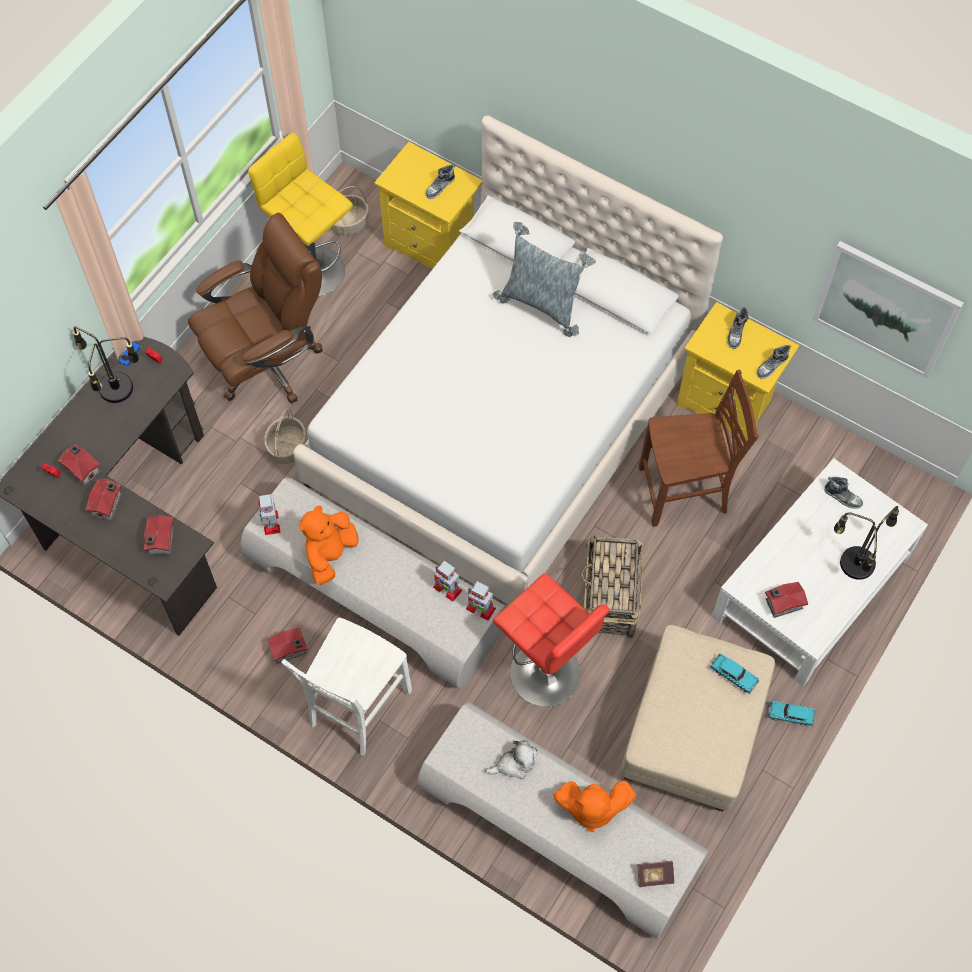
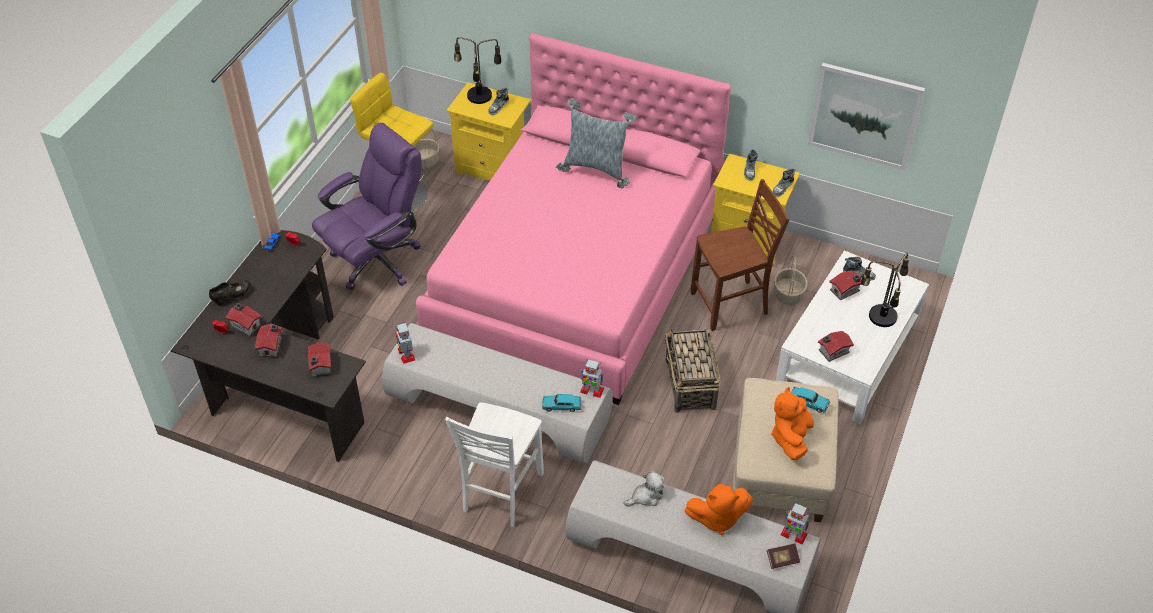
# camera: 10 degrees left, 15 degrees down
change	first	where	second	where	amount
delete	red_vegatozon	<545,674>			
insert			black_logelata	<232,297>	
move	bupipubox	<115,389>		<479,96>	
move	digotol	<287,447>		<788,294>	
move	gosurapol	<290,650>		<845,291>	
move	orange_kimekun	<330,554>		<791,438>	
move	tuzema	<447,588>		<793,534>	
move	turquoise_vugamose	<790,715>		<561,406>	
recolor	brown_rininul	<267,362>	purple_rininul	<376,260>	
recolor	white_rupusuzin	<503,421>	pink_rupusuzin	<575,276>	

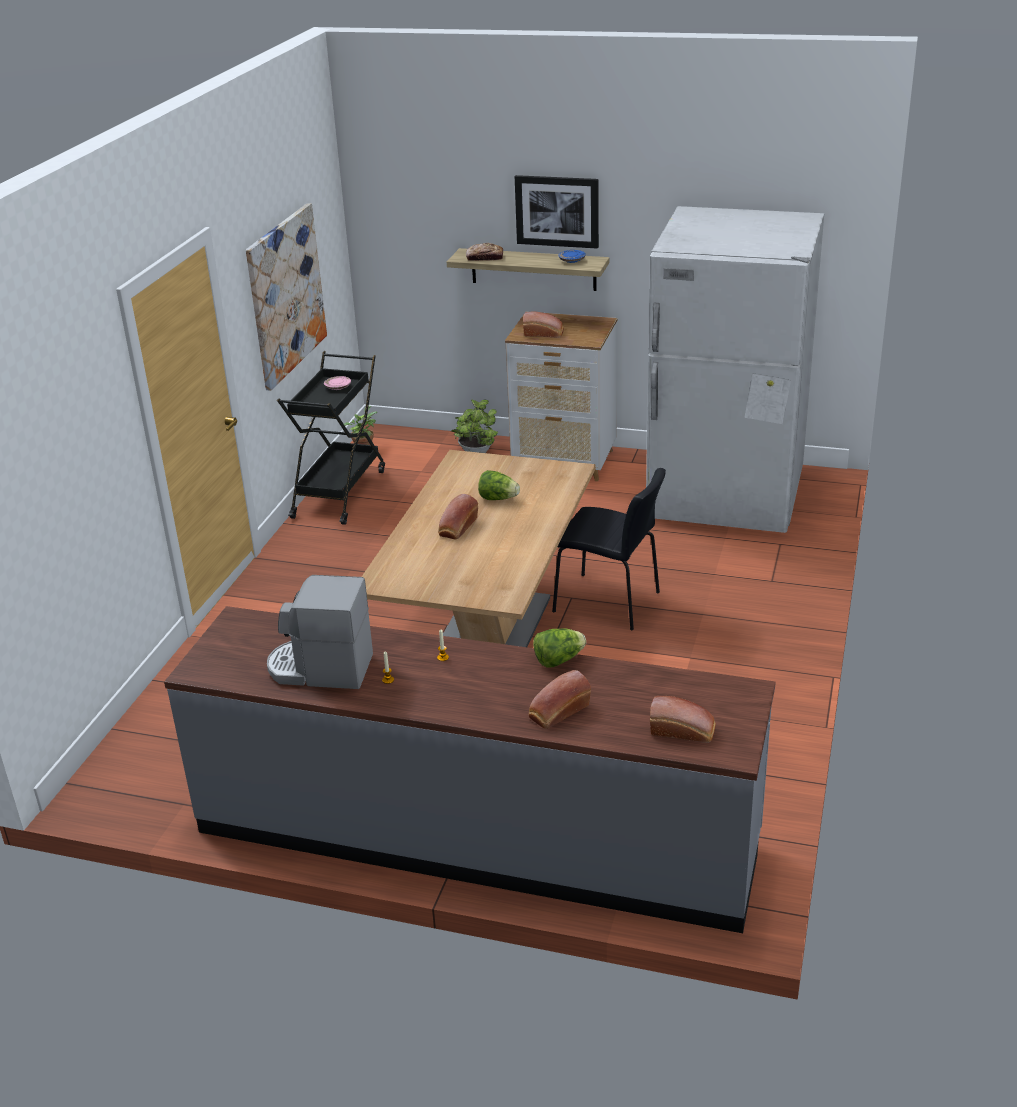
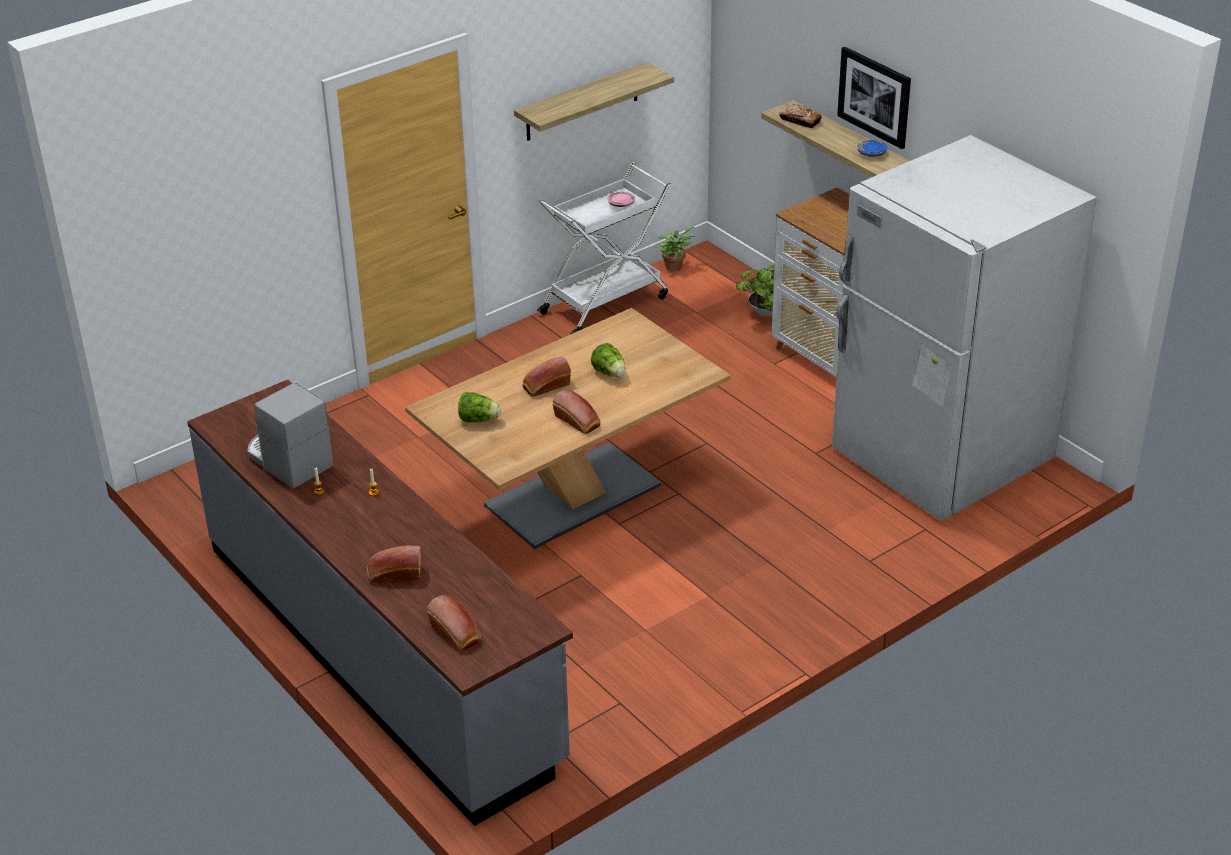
# camera: 35 degrees right, 5 degrees up
change	first	where	second	where	amount
delete	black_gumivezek	<610,602>			
move	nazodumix	<544,334>		<578,421>	
move	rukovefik	<558,660>		<478,419>	
replace	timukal	<286,295>	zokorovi	<582,102>	
recolor	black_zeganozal	<340,493>	white_zeganozal	<605,306>	

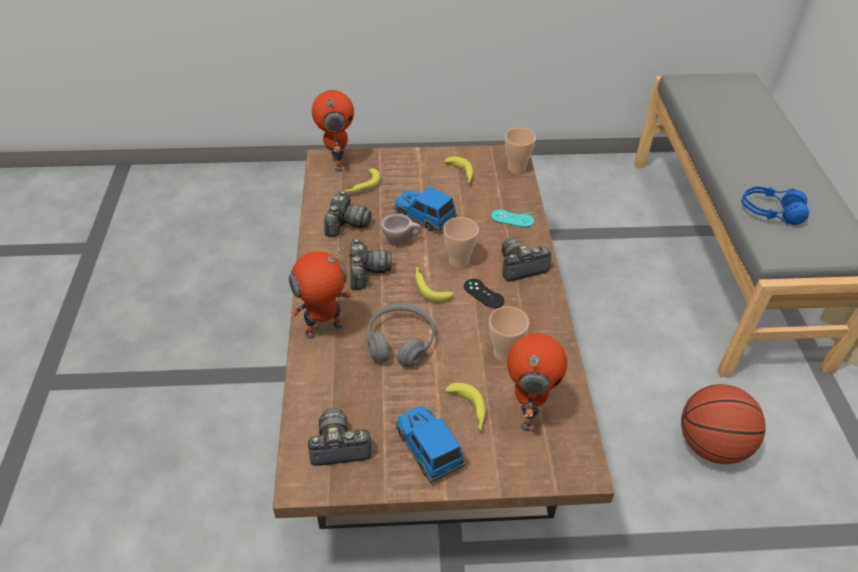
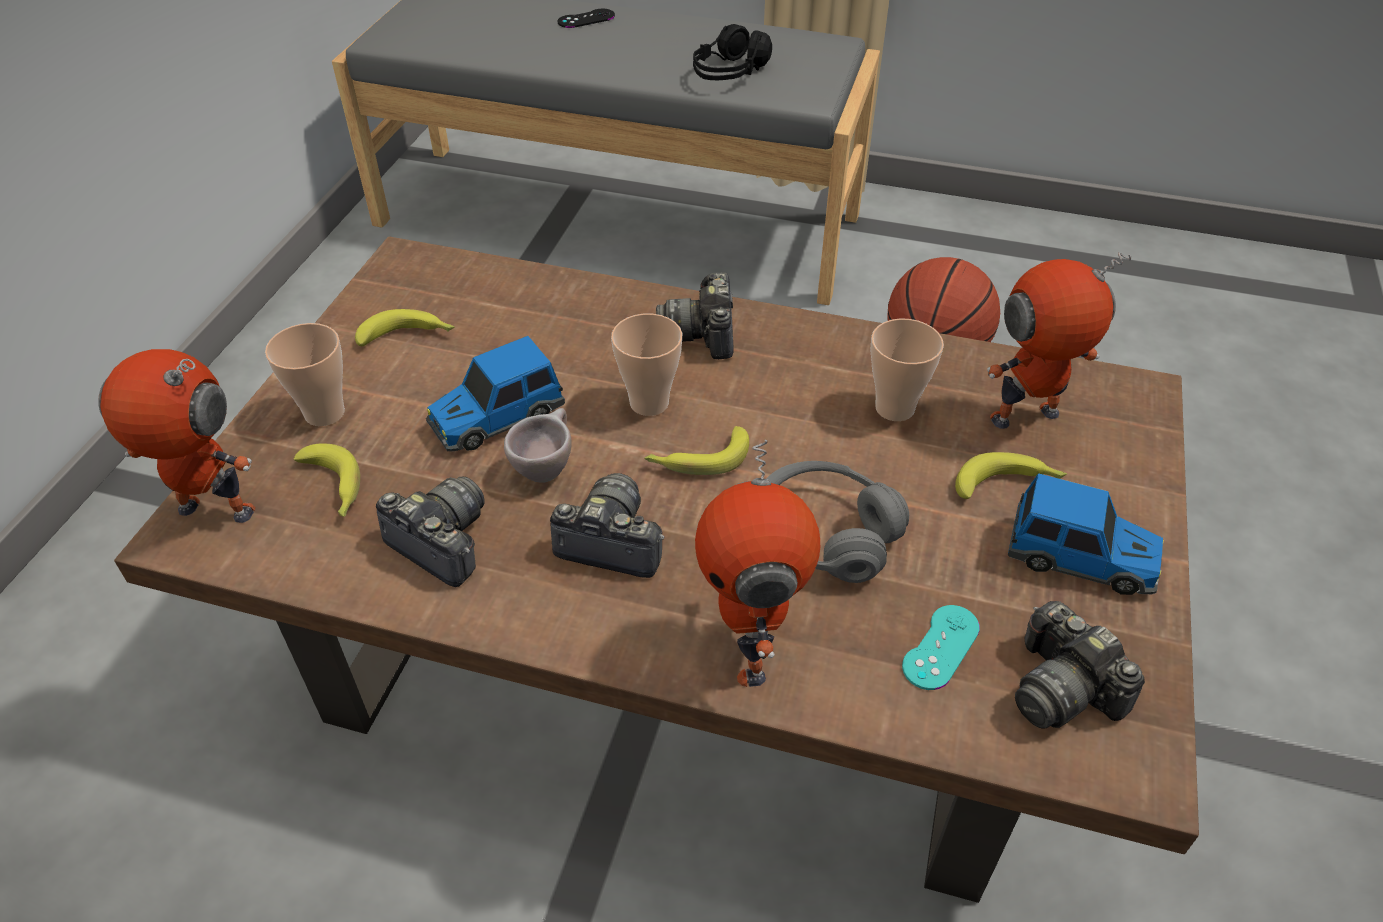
# camera: 70 degrees left, 0 degrees up
change	first	where	second	where	amount
move	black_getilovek	<483,294>		<586,19>	
move	turquoise_getilovek	<512,218>		<940,647>	
move	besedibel	<516,168>		<324,413>	
recolor	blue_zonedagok	<770,213>	black_zonedagok	<729,73>	
rotate	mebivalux	<339,446>		<1062,688>	45 degrees counterclockwise
rotate	vugamose	<428,448>		<1081,558>	150 degrees counterclockwise
rotate	tuzema	<527,413>		<1026,419>	45 degrees counterclockwise

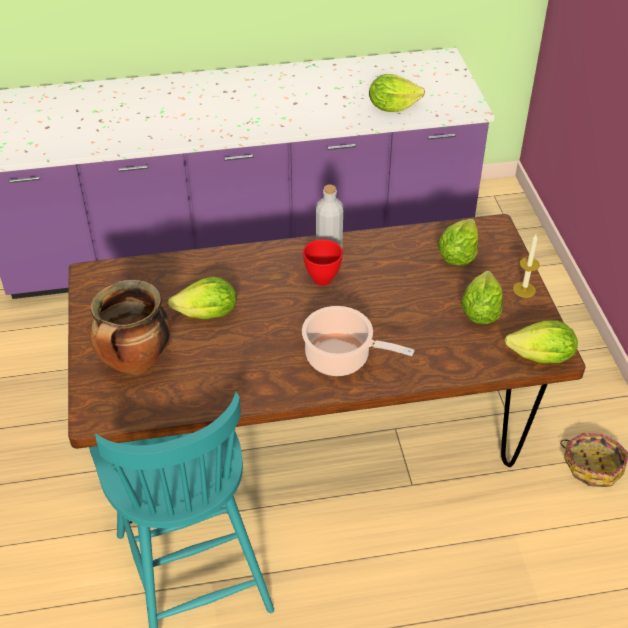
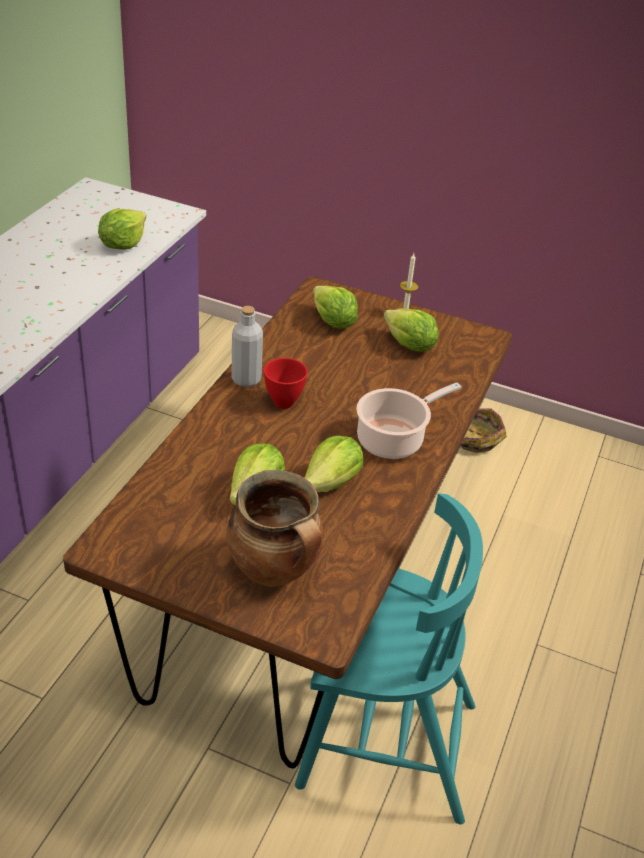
# camera: 60 degrees left, 5 degrees down
change	first	where	second	where	amount
move	rukovefik	<541,358>		<332,482>	

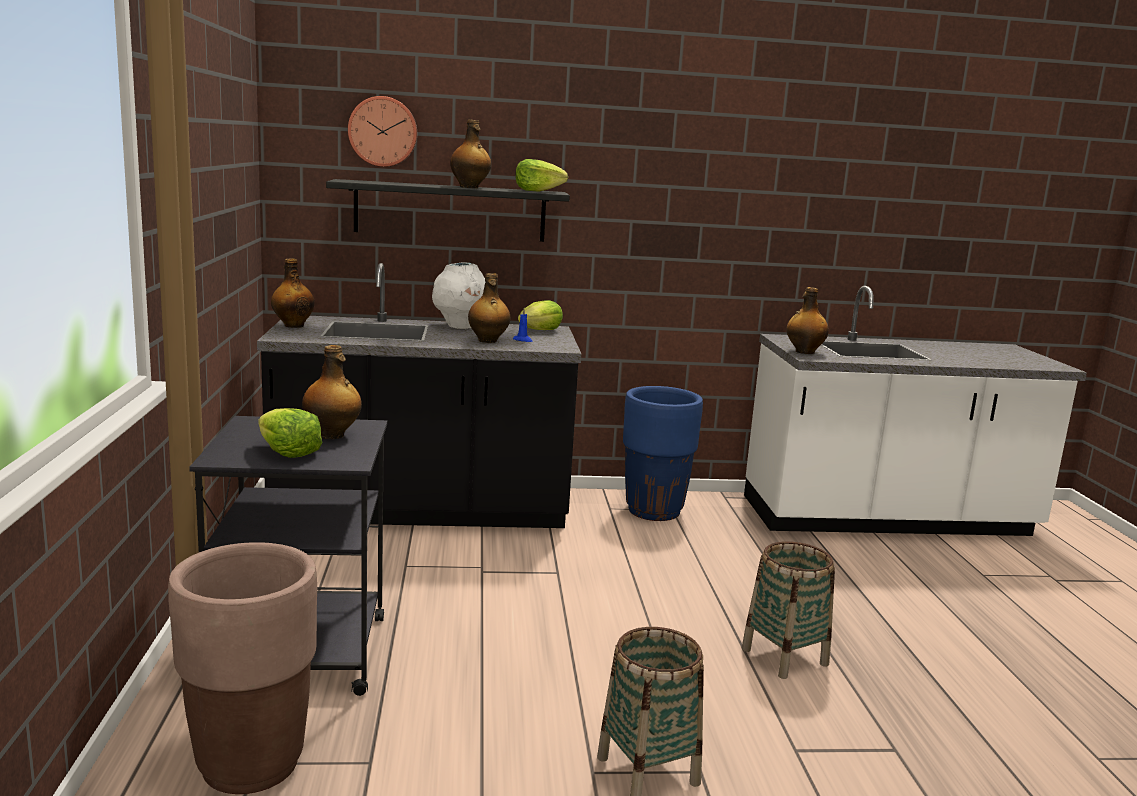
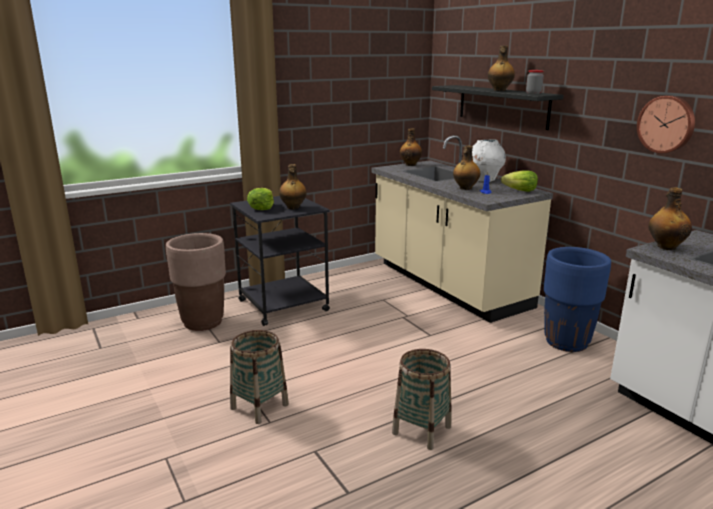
# camera: 65 degrees right, 5 degrees up
change	first	where	second	where	amount
move	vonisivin	<383,131>		<666,124>	
replace	rukovefik	<537,191>	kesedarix	<533,93>	
recolor	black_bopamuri	<422,511>	beige_bopamuri	<447,285>	

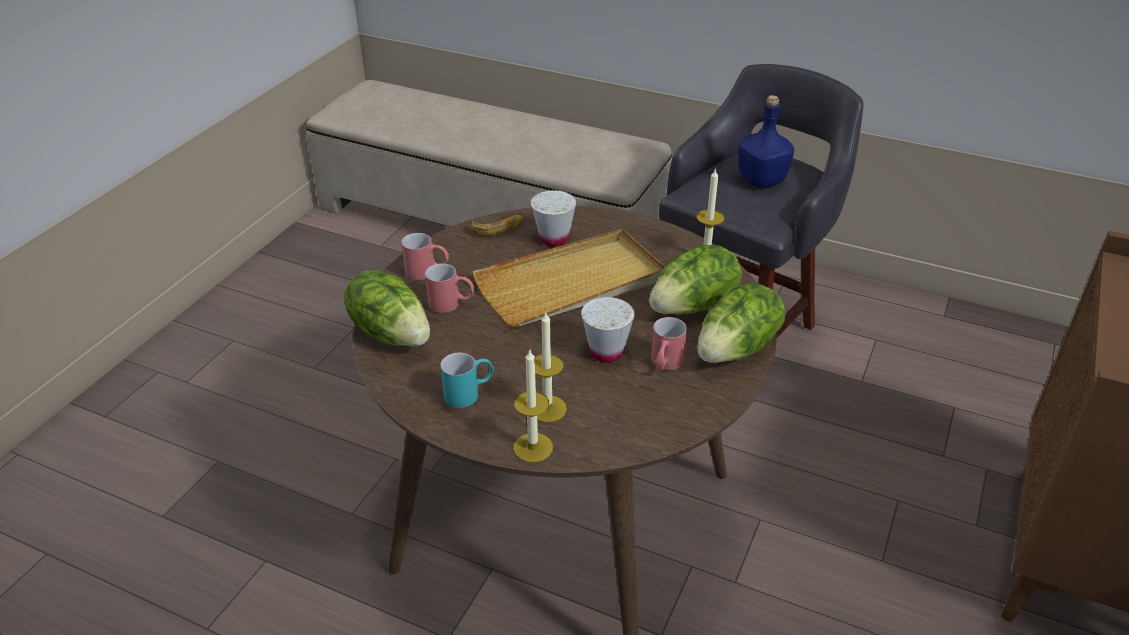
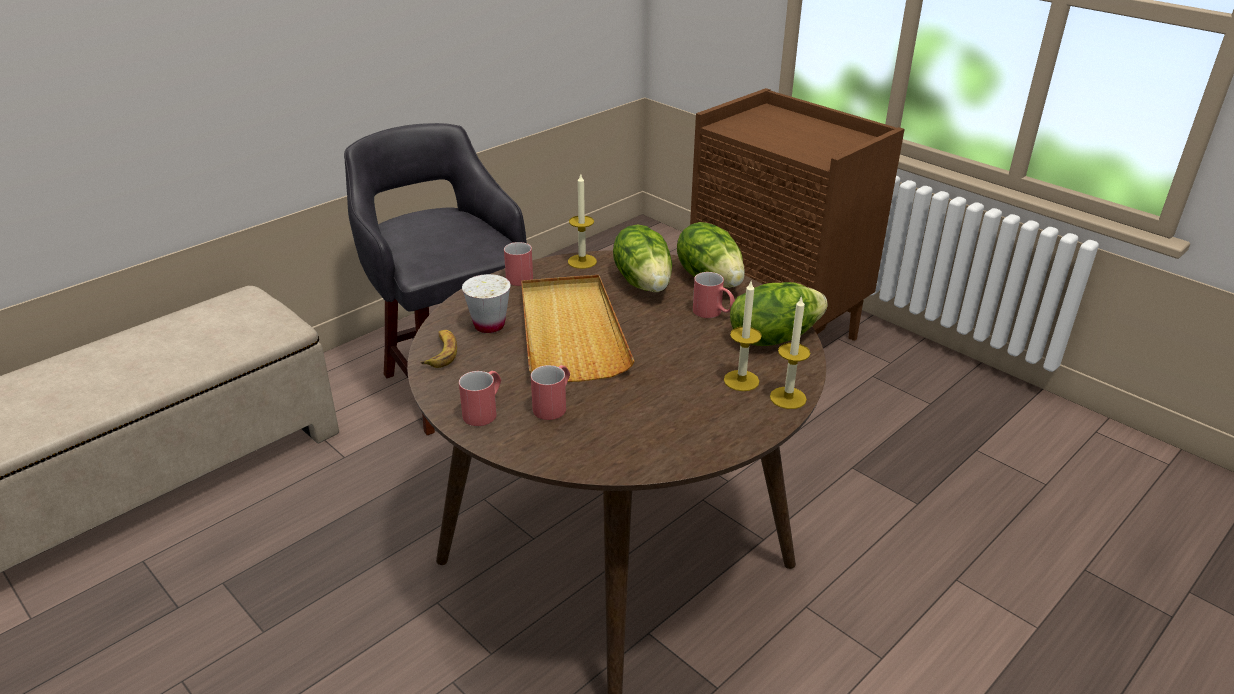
# camera: 70 degrees left, 5 degrees down
change	first	where	second	where	amount
delete	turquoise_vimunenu	<469,393>			
delete	white_besedibel	<606,352>			
delete	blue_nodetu	<762,180>			
insert			red_vimunenu	<518,276>	
move	rukovefik	<392,332>		<773,337>	

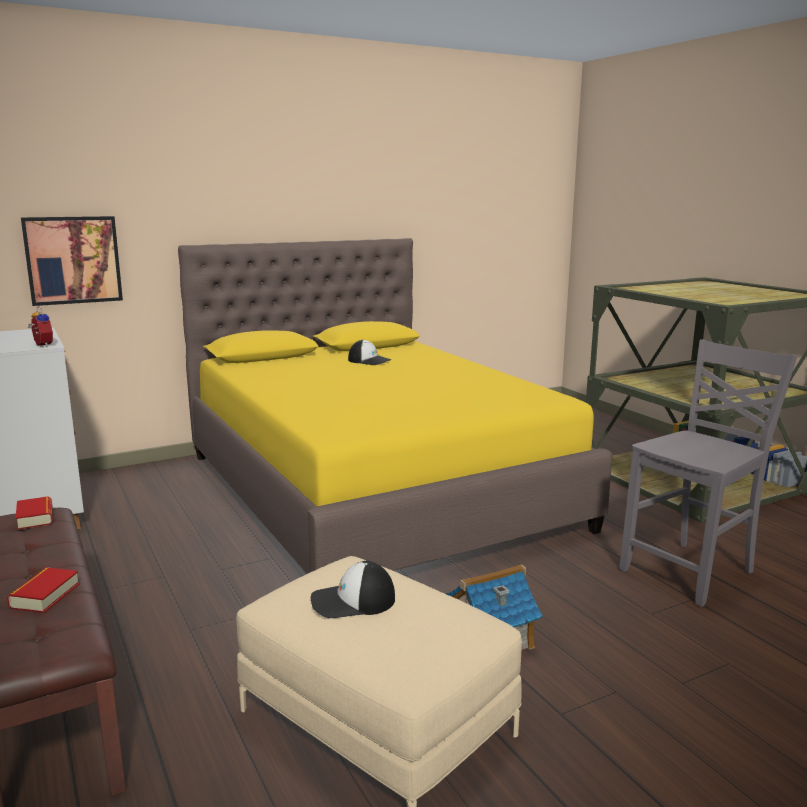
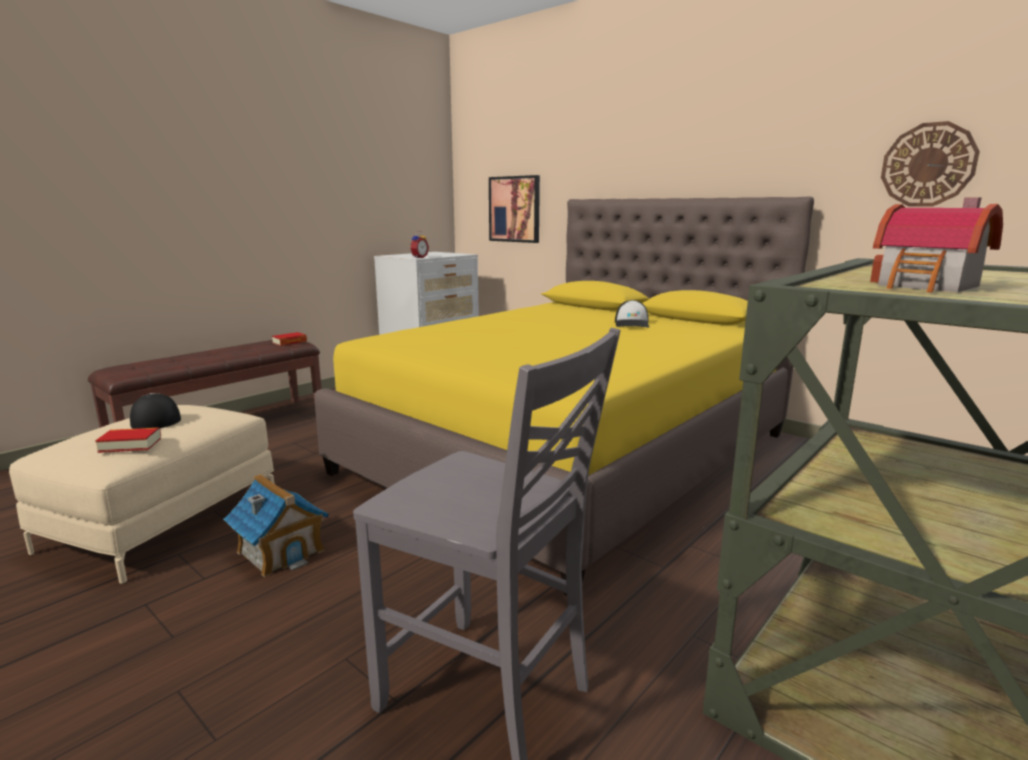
# camera: 70 degrees right, 0 degrees up
change	first	where	second	where	amount
insert			gosurapol	<929,286>	
insert			vonisivin	<928,165>	
move	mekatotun	<45,595>		<130,445>	

